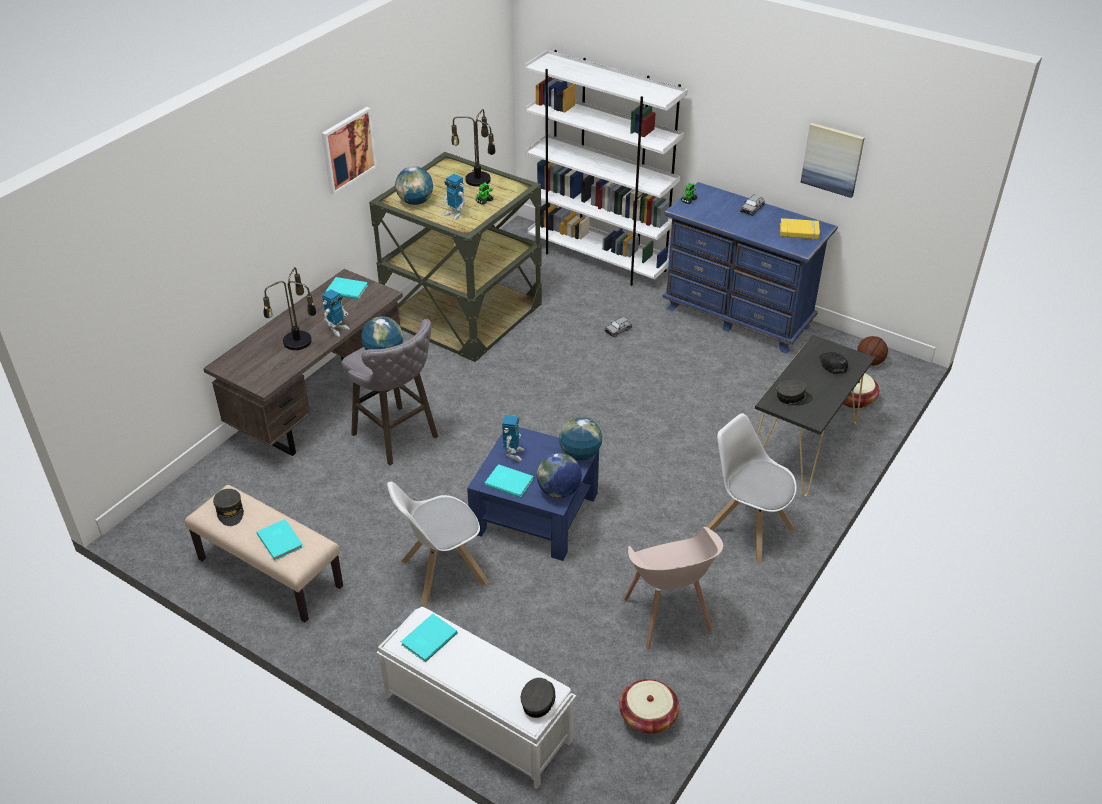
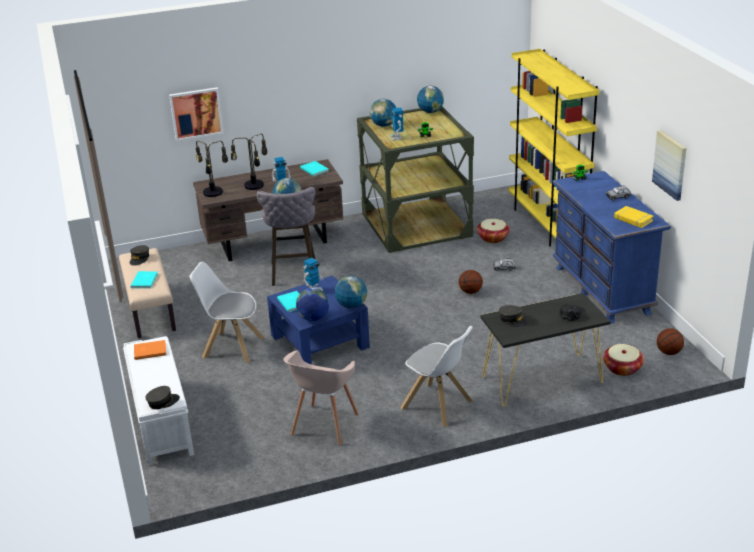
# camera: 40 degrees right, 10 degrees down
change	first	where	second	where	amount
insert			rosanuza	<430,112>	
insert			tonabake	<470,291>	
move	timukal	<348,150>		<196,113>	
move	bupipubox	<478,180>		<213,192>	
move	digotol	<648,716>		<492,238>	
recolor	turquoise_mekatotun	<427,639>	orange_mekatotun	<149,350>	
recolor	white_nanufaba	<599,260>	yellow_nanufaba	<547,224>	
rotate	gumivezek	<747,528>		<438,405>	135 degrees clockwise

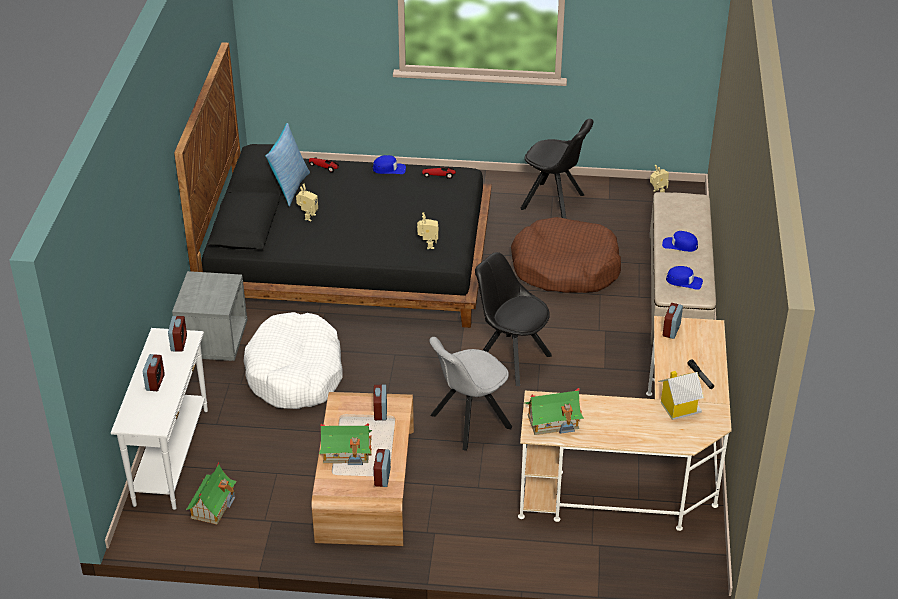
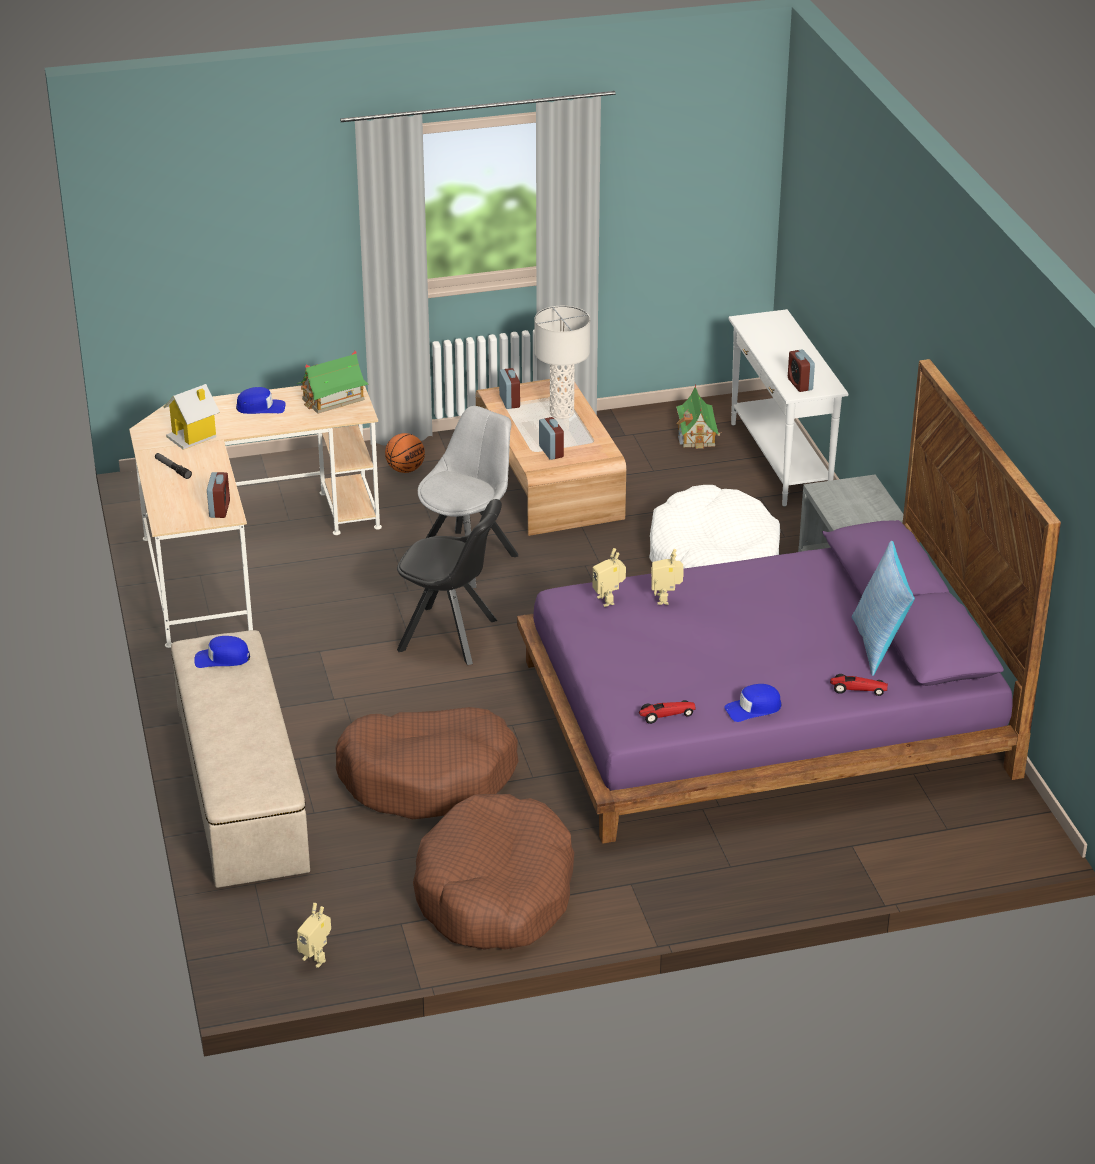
# camera: 160 degrees right, 5 degrees down
change	first	where	second	where	amount
delete	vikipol	<155,382>			
insert			tonabake	<405,469>	
move	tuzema	<308,216>		<666,599>	
move	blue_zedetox	<680,245>		<261,407>	
replace	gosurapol	<346,452>	white_bupipubox	<562,413>	
replace	black_gumivezek	<554,202>	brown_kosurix	<495,893>	
recolor	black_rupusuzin	<349,259>	purple_rupusuzin	<762,717>	

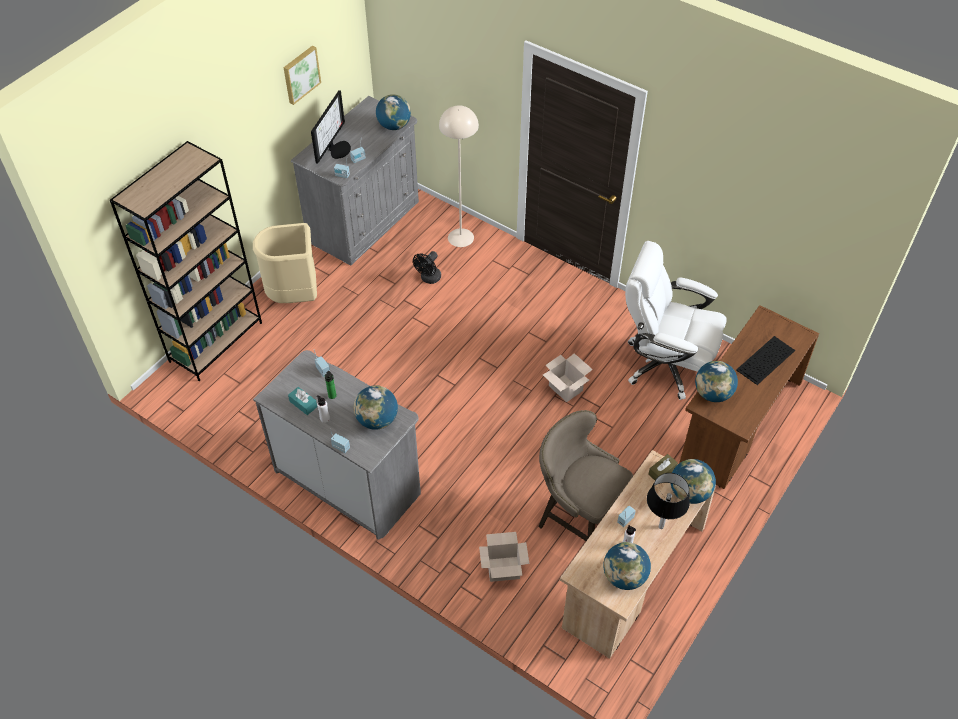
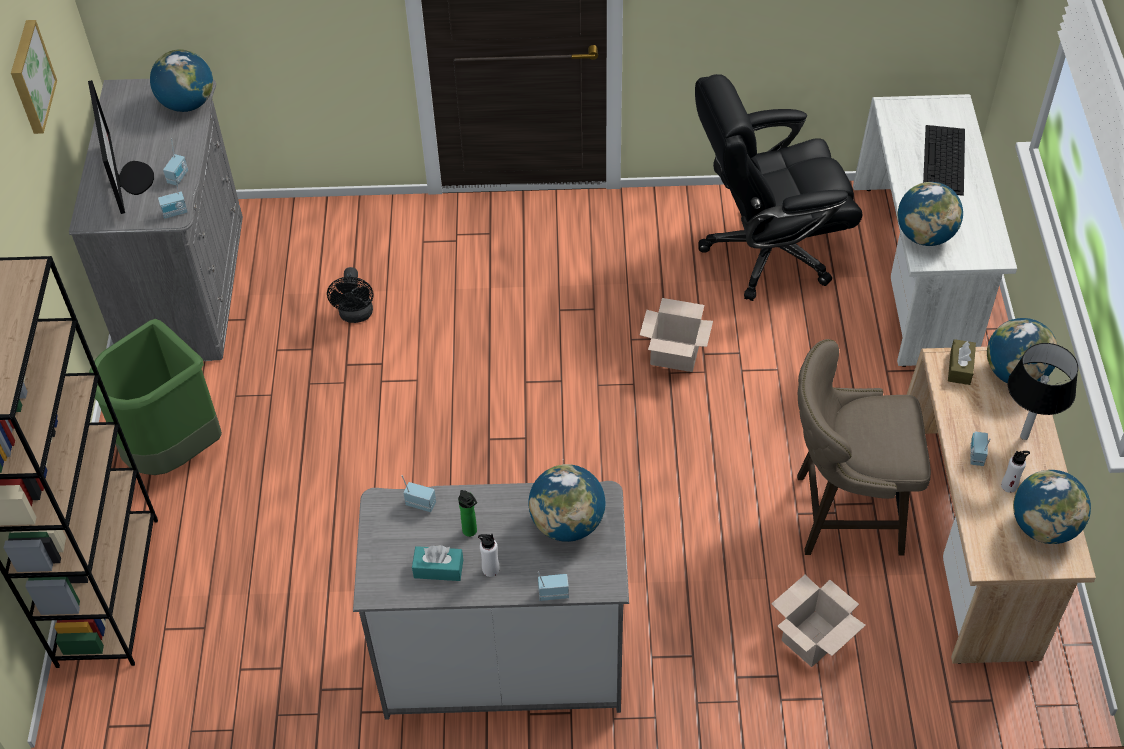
# camera: 35 degrees left, 0 degrees up
change	first	where	second	where	amount
delete	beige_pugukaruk	<461,237>			
recolor	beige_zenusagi	<295,296>	green_zenusagi	<175,452>	
recolor	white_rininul	<665,364>	black_rininul	<768,251>	
recolor	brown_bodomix	<738,422>	white_bodomix	<916,273>	

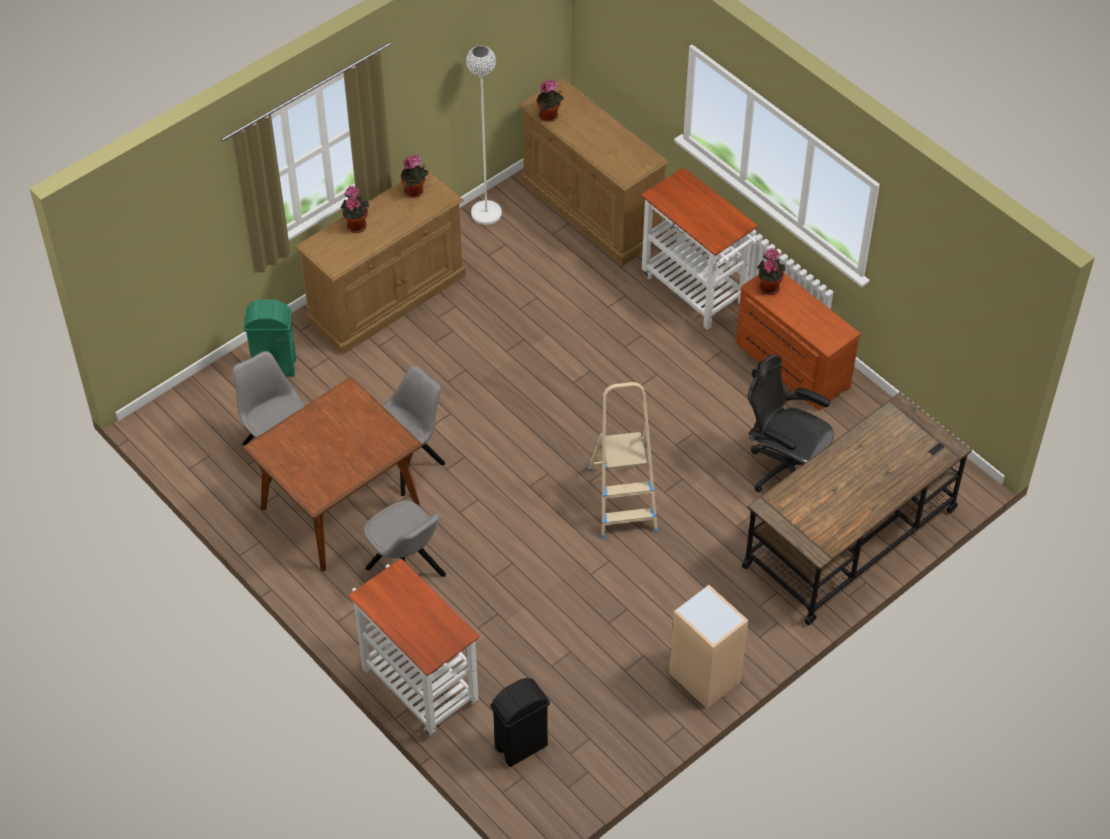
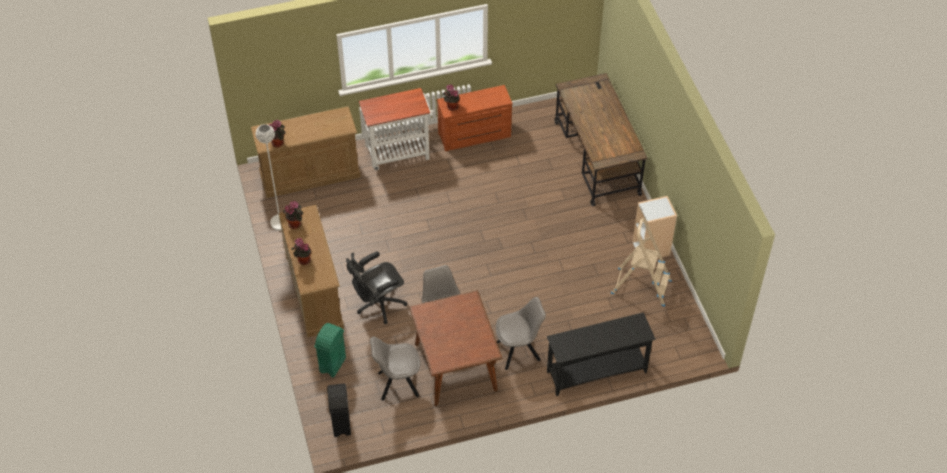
# camera: 65 degrees left, 0 degrees up
change	first	where	second	where	amount
move	black_zenusagi	<522,746>		<341,424>	
move	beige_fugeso	<622,499>		<642,287>	
move	rininul	<783,468>		<378,304>	
replace	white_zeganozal	<418,685>	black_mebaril	<596,372>	

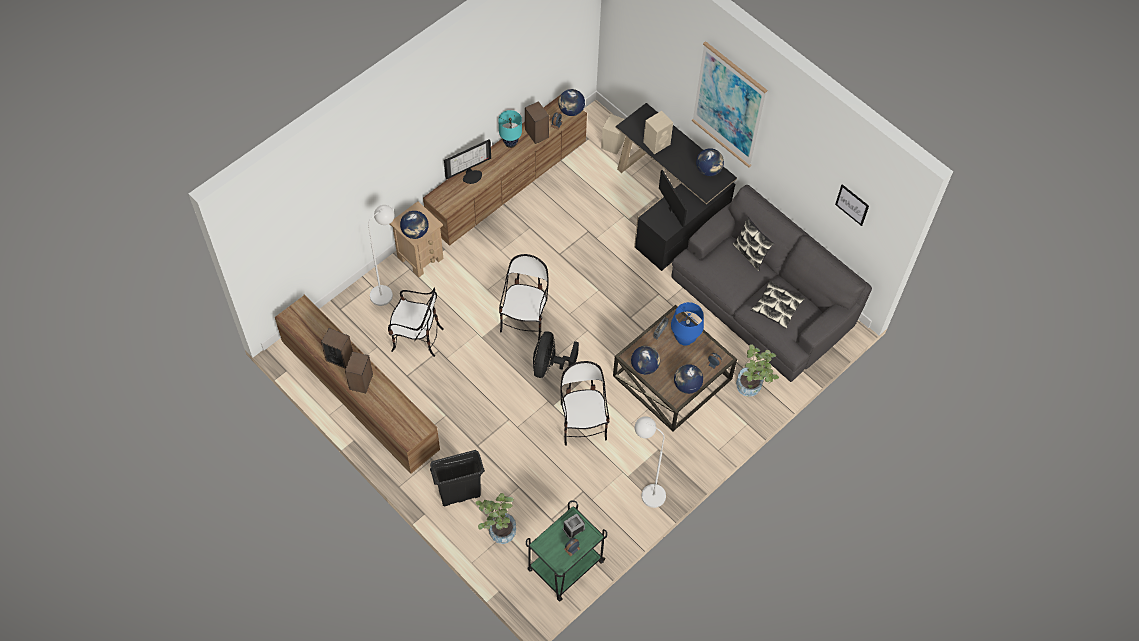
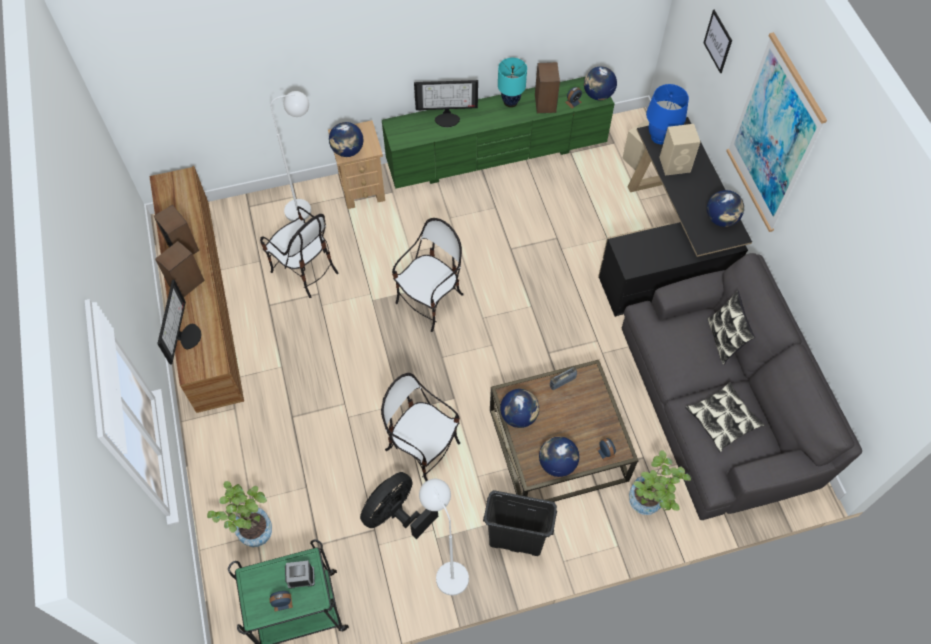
# camera: 30 degrees right, 0 degrees up
change	first	where	second	where	amount
move	black_zenusagi	<460,494>		<516,541>	
move	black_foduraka	<550,365>		<396,514>	
move	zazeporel	<675,208>		<187,336>	
move	blue_bupipubox	<684,338>		<660,137>	
move	timukal	<852,204>		<718,41>	
recolor	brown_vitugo	<507,188>	green_vitugo	<496,157>	
rotate	gumivezek	<583,423>		<422,449>	75 degrees counterclockwise

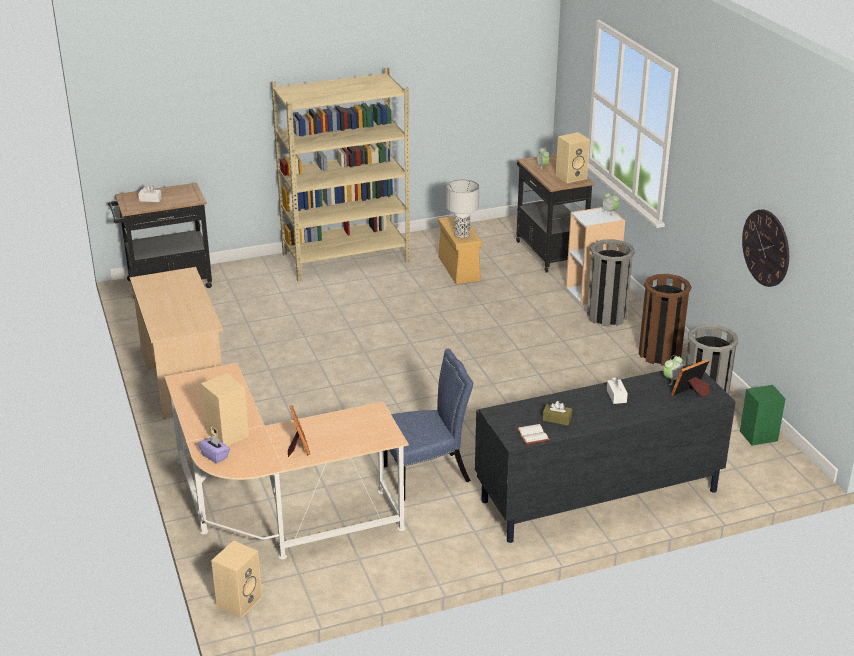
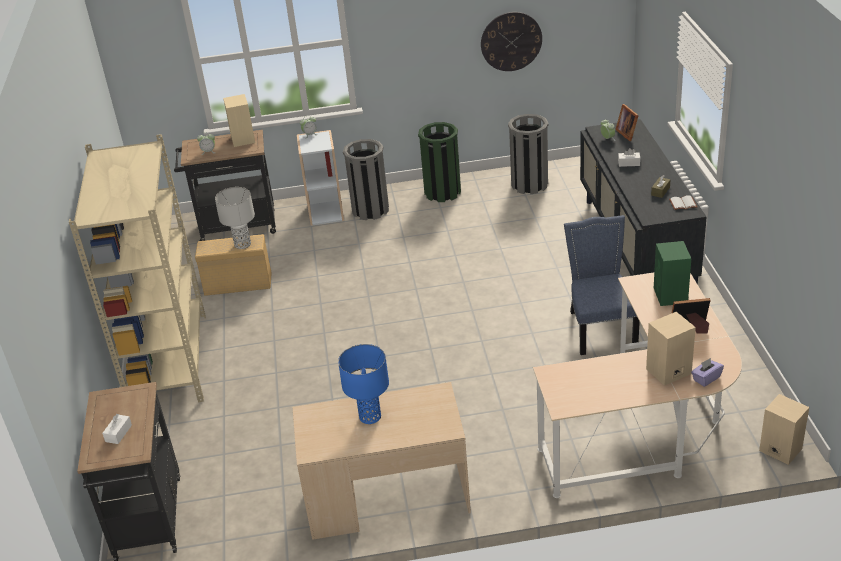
# camera: 75 degrees left, 5 degrees up
change	first	where	second	where	amount
insert			blue_bupipubox	<369,416>	
move	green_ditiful	<757,436>		<670,296>	
recolor	brown_zenusagi	<660,354>	green_zenusagi	<442,192>	

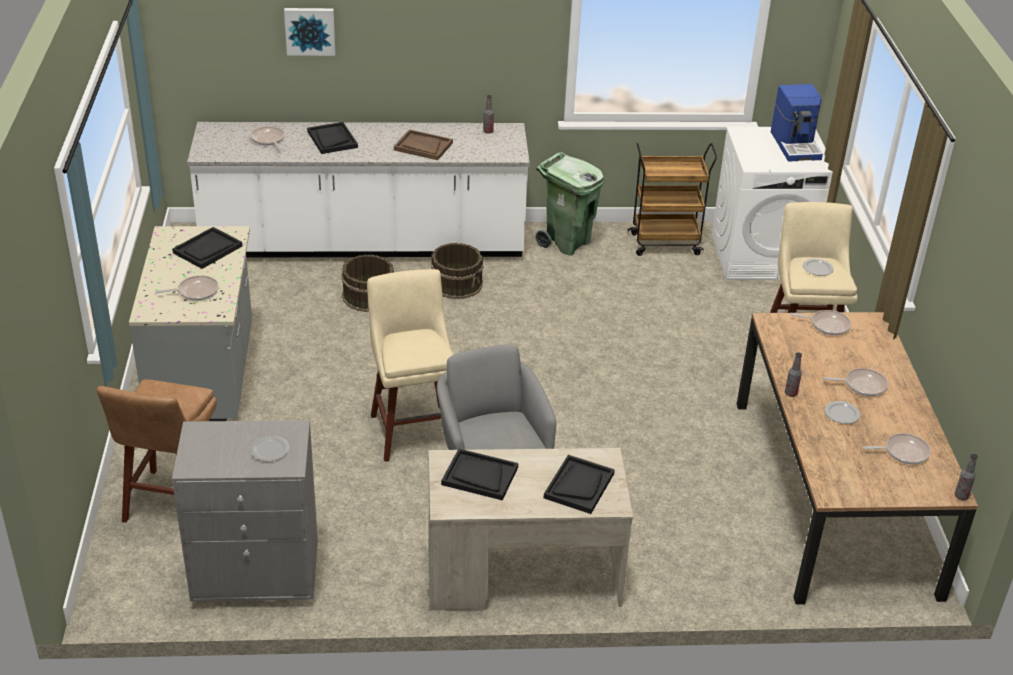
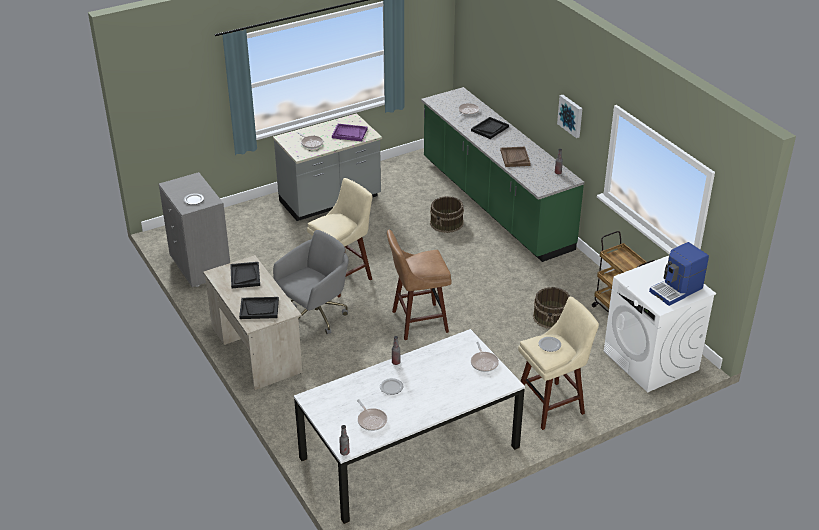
# camera: 65 degrees right, 0 degrees up
change	first	where	second	where	amount
delete	green_zenusagi	<567,243>			
delete	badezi	<862,385>			
move	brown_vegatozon	<173,504>		<417,322>	
move	timukal	<310,30>		<571,115>	
move	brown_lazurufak	<457,283>		<551,317>	
recolor	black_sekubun	<207,249>	purple_sekubun	<349,133>	
recolor	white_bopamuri	<364,244>	green_bopamuri	<494,204>	
recolor	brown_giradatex	<832,494>	white_giradatex	<410,452>	

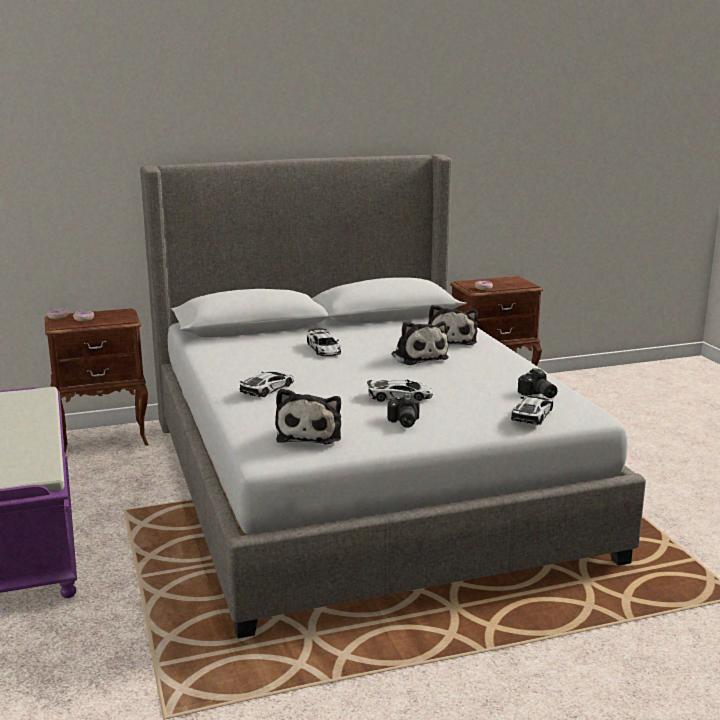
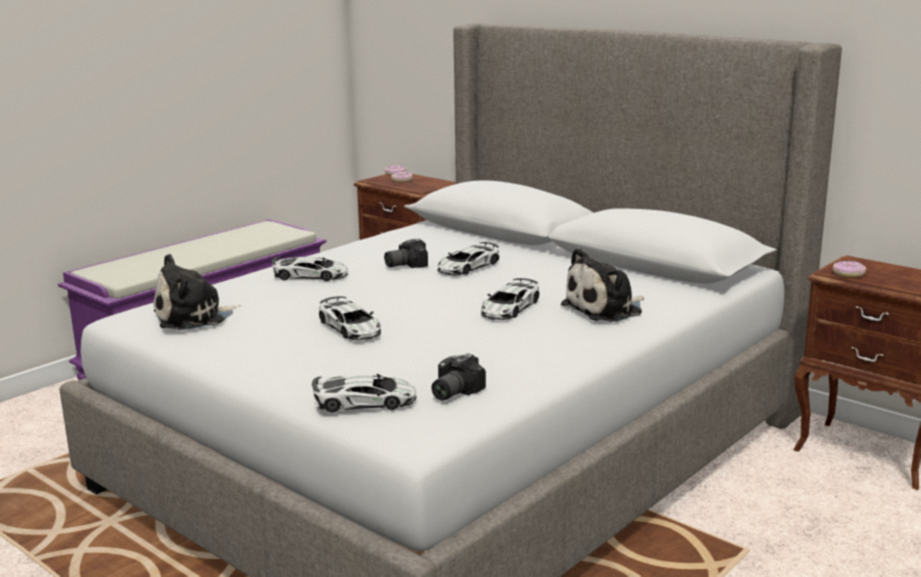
# camera: 60 degrees right, 0 degrees up
change	first	where	second	where	amount
move	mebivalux	<403,422>		<404,265>	
replace	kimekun	<418,356>	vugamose	<509,308>	

